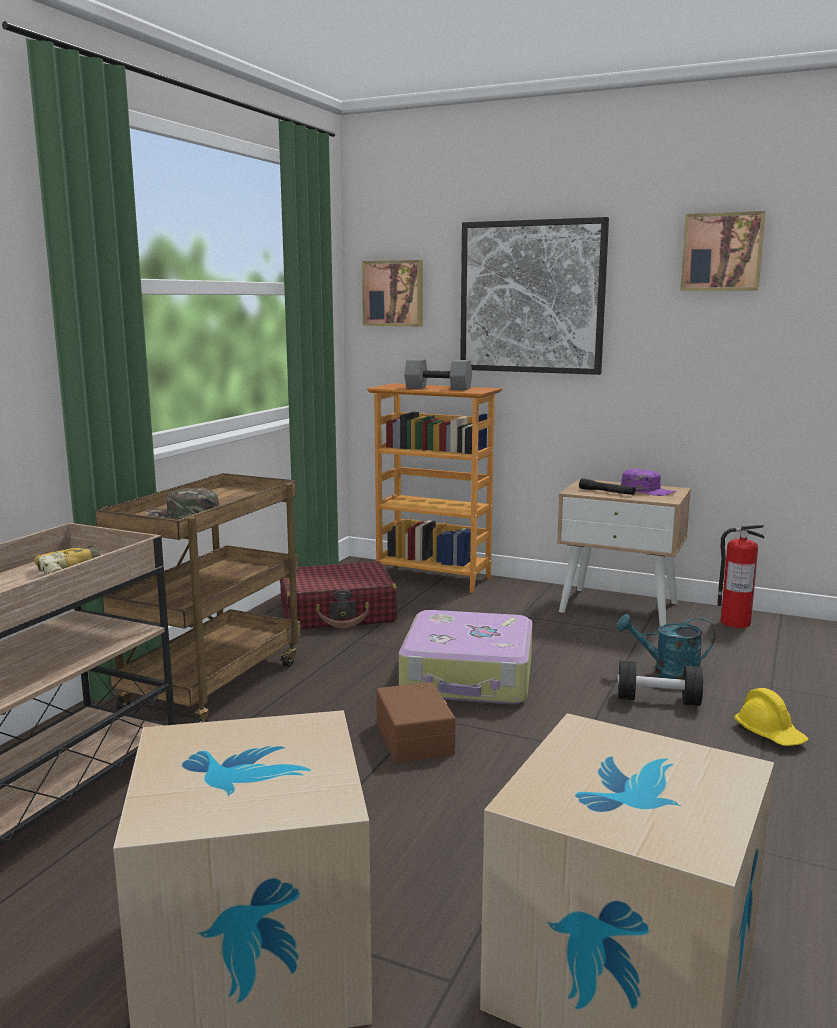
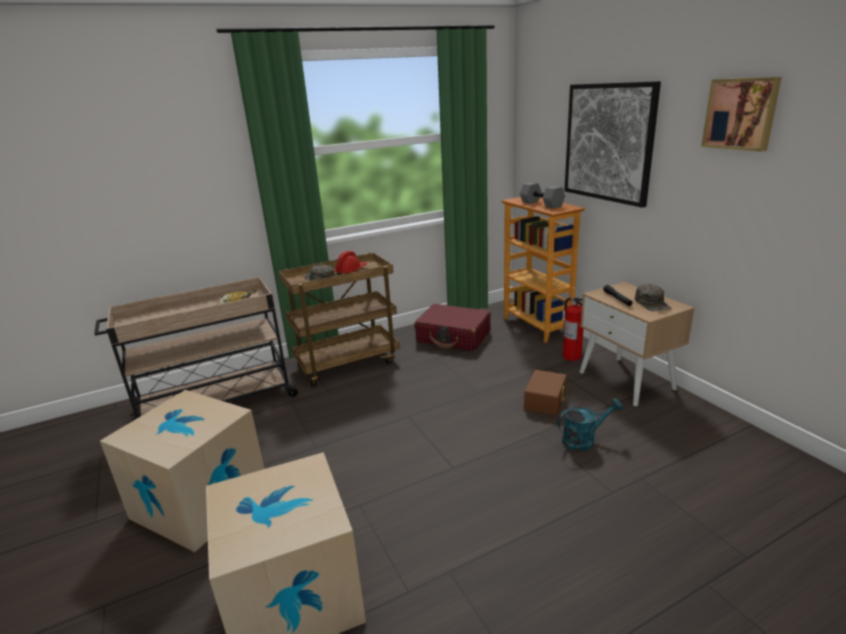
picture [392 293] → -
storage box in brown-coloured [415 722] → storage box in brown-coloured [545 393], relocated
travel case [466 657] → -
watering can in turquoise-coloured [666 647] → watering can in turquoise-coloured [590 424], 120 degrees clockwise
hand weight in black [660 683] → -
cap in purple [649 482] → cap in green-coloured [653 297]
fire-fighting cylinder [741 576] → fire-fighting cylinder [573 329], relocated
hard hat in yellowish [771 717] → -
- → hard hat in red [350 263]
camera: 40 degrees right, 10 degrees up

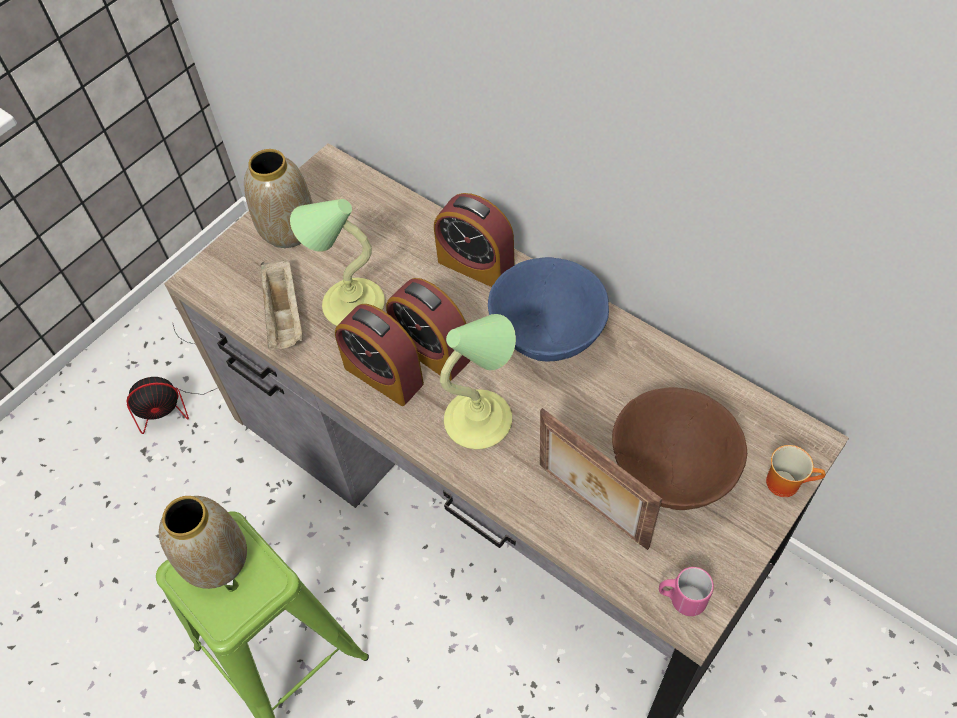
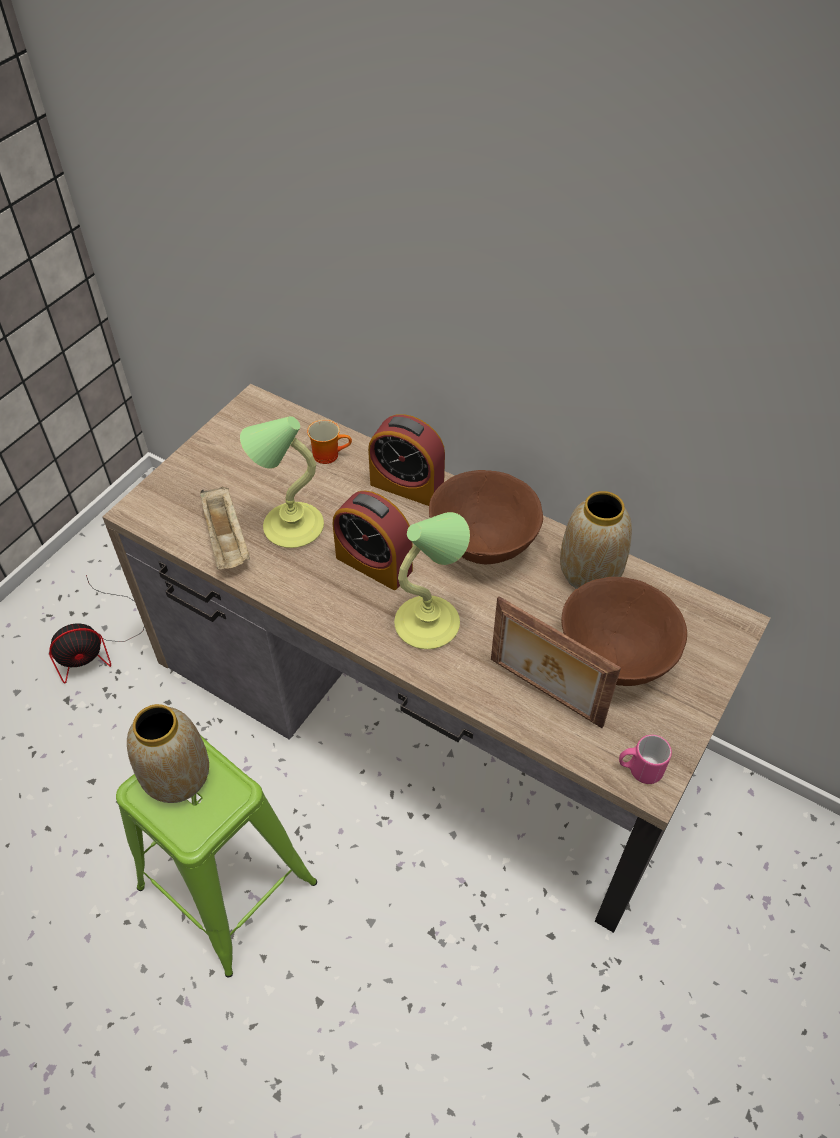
vase [278 198] → vase [596 540], relocated
bedside clock [379 355] → -
serving bowl in blue-coloured [548 309] → serving bowl in brown-coloured [486 517]
coffee mug [796 471] → coffee mug [329 442], relocated
camera: 10 degrees left, 5 degrees down

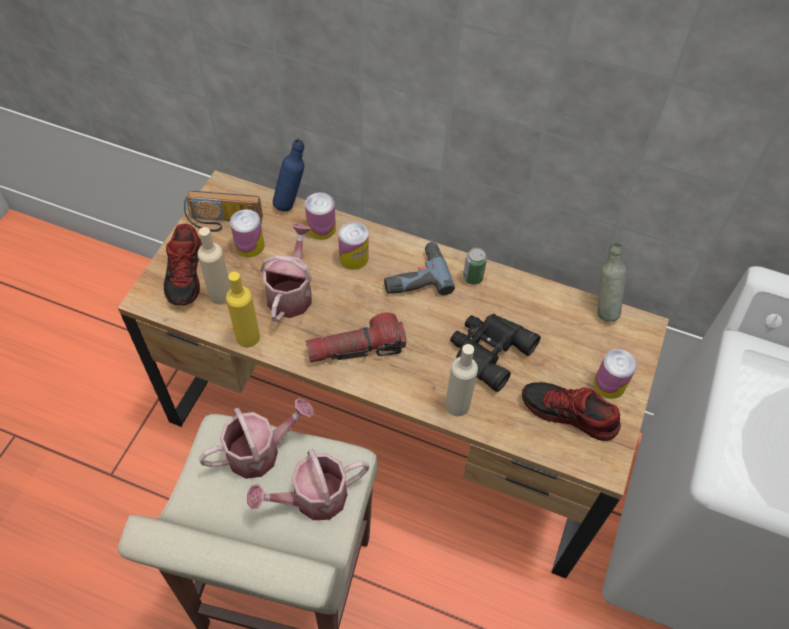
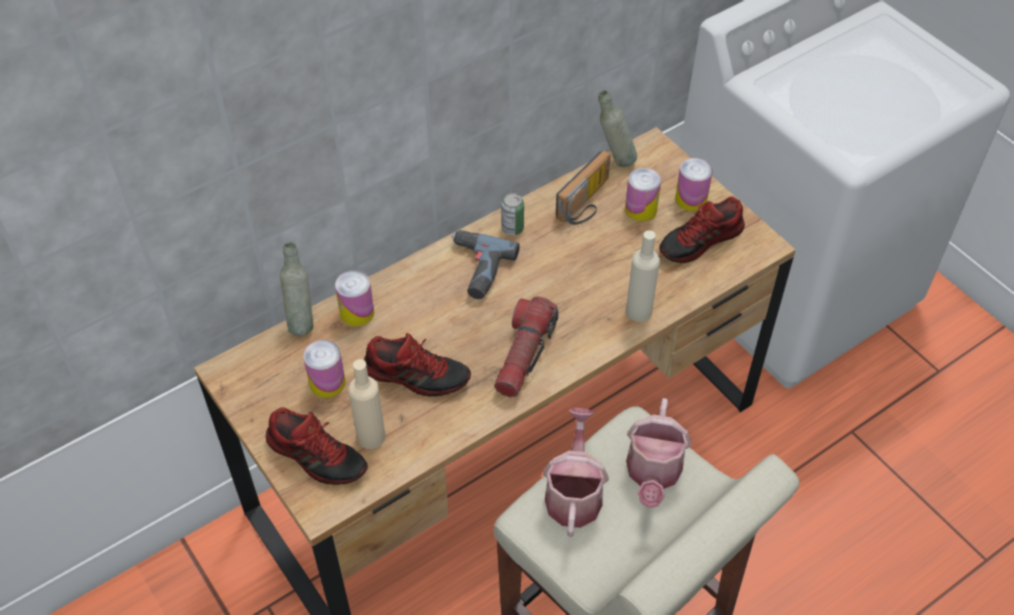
radio [223 211] → radio [583 187], relocated
beverage bottle in yellowish [243 310] → -
watering can [286 273] → low shoe [417 365]
beverage bottle in blue-coloured [288 175] → beverage bottle in gray [296 288]
sealed can [353 246] → sealed can [643 194], relocated
pair of binoculars in black [495 353] → -
camera: 55 degrees left, 5 degrees down

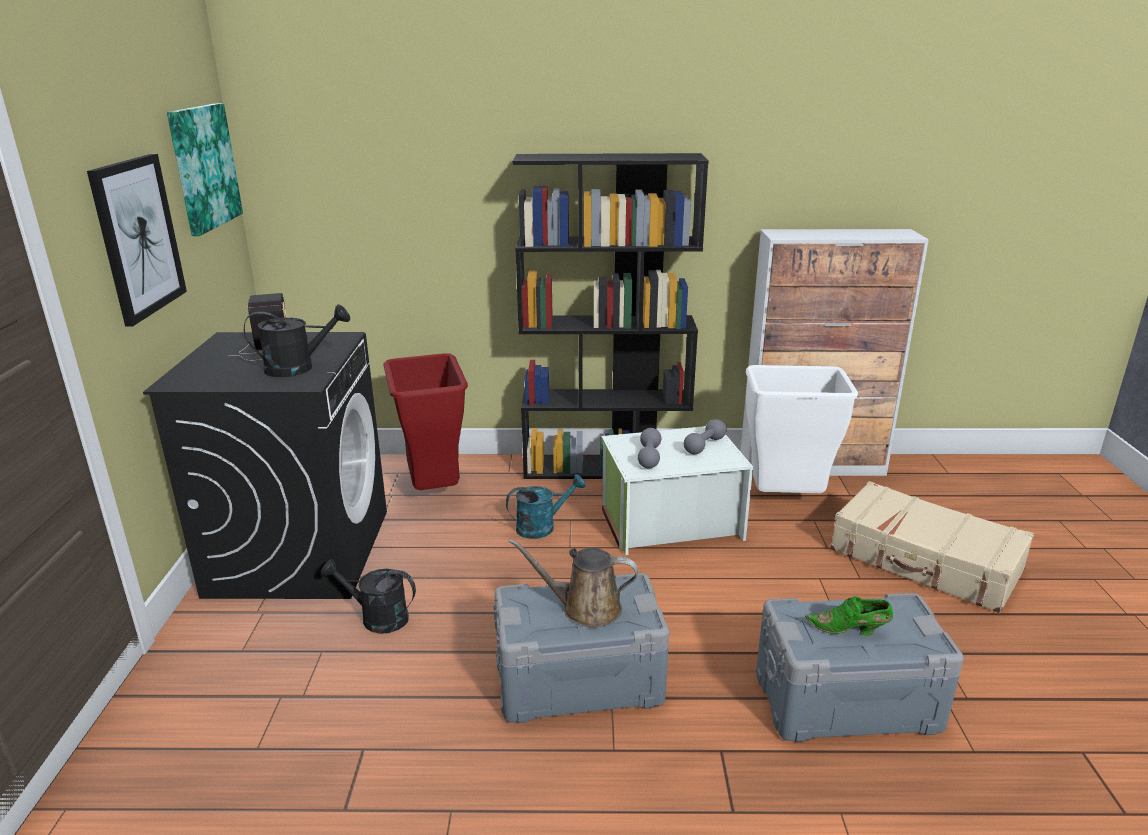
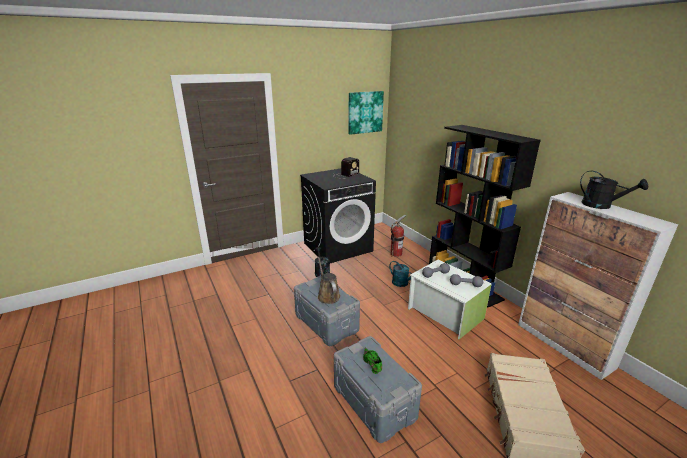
picture [137 240] → -
watering can in black [297 340] → watering can in black [614 190], relocated
trash can in red [425 421] → fire-fighting cylinder [398 236]
trash can in white [802 429] → -
camera: 60 degrees right, 0 degrees up

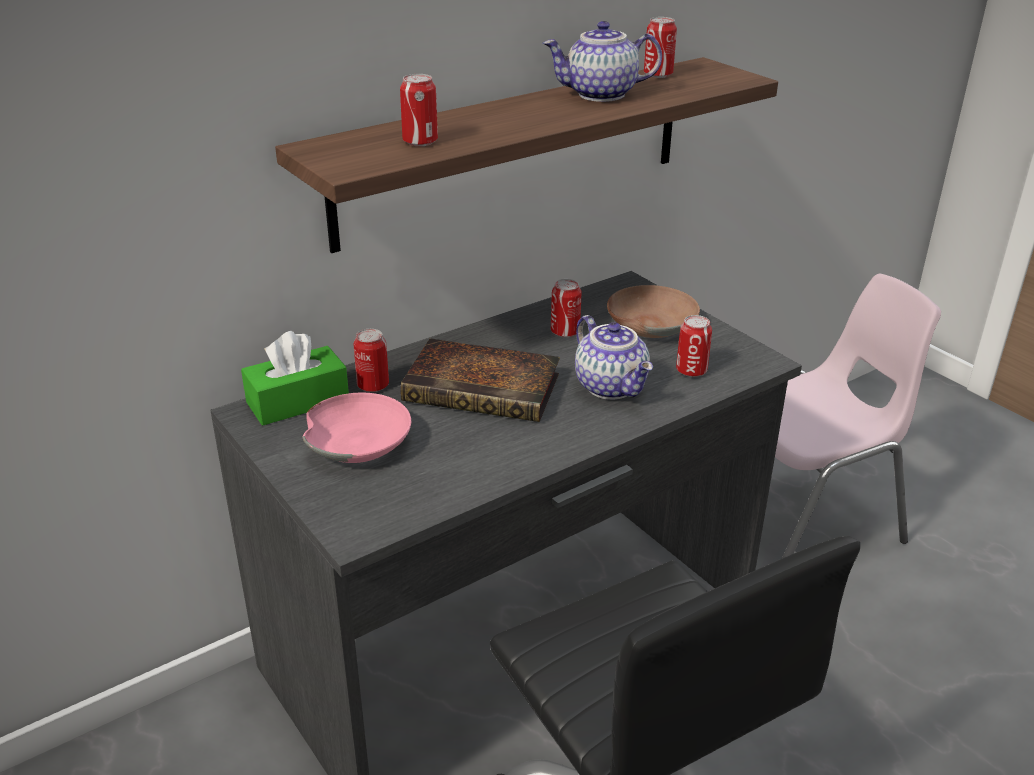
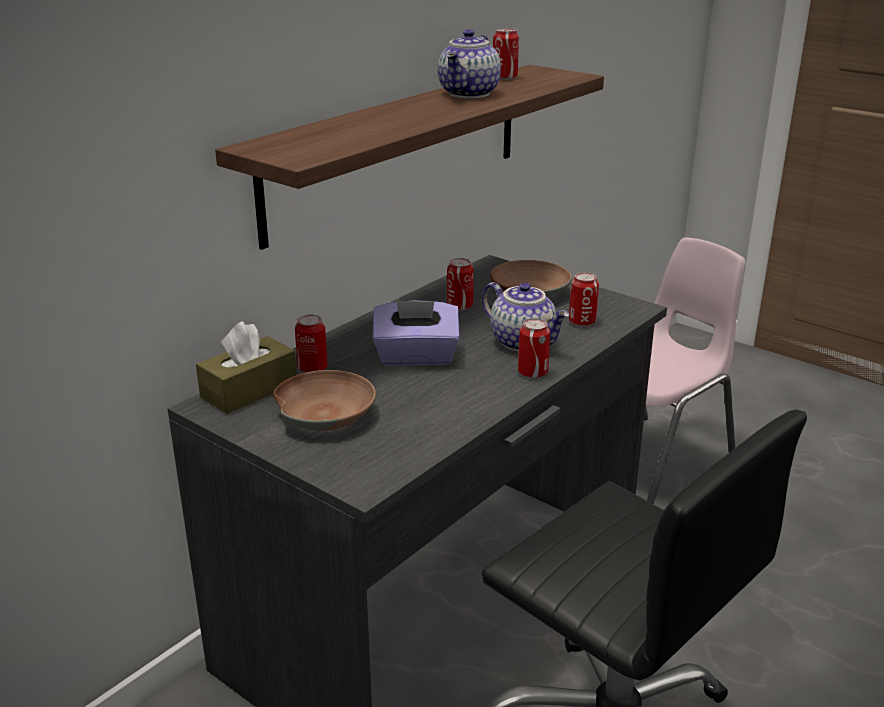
tissue holder in green-coloured [295 378] → tissue holder in brown-coloured [246 367]
serving bowl in pink-coloured [356 428] → serving bowl in brown-coloured [324 400]
sealed can [419 110] → sealed can [534 348], relocated
book [480 380] → tissue holder in purple [416 333]
pot for tea [602 61] → pot for tea [469 64], 45 degrees counterclockwise
camera: 15 degrees left, 5 degrees down

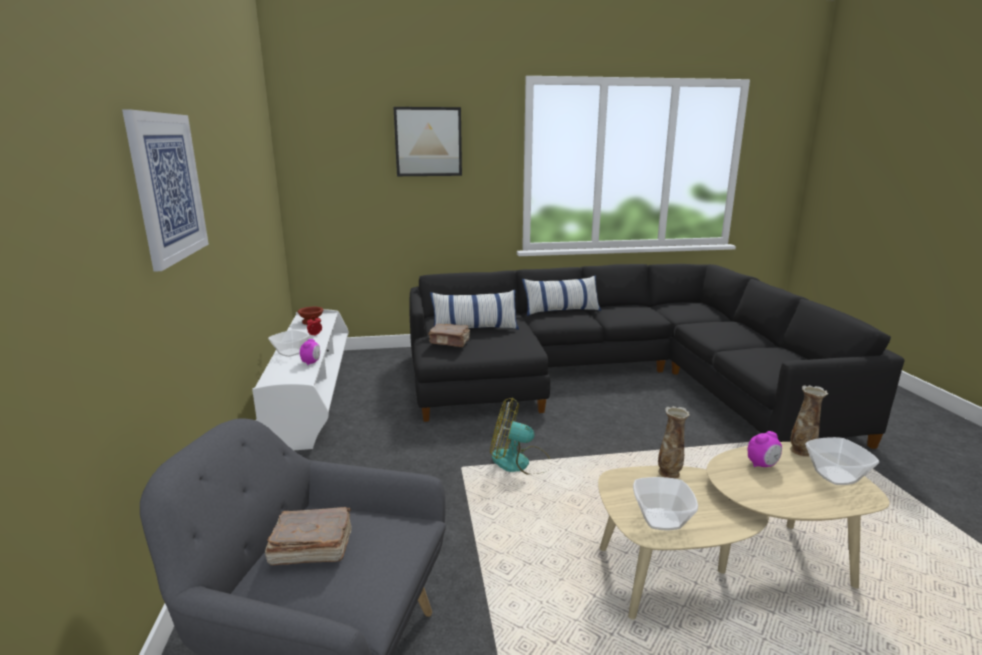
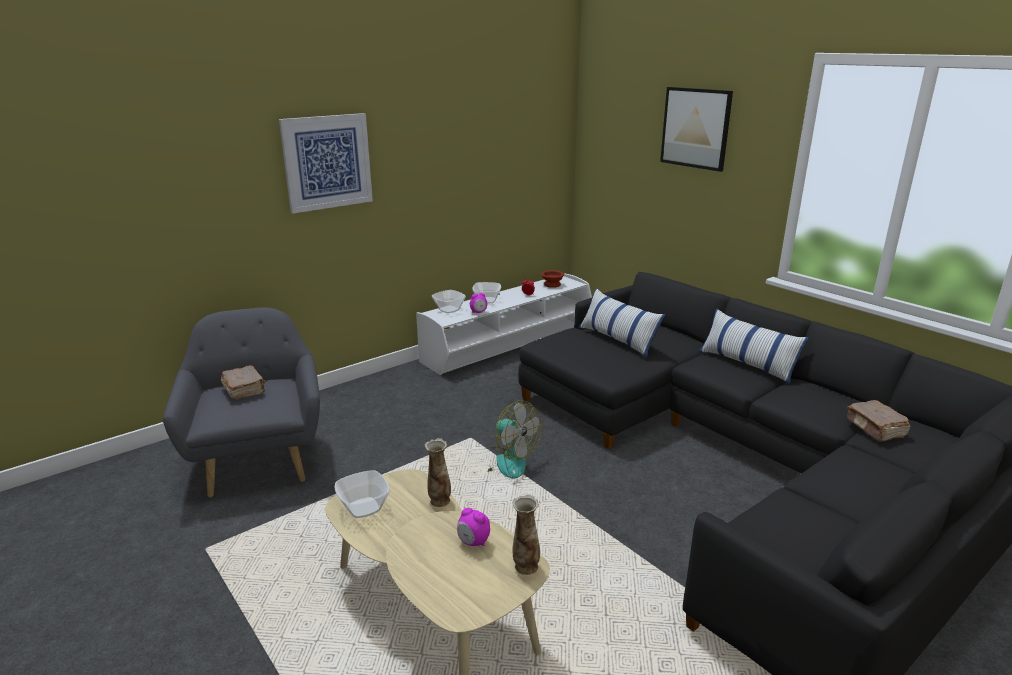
book in brown-coloured [449 335] → book in brown-coloured [878 421], relocated
electric fan [520 436] → electric fan [514 439], 150 degrees clockwise
serving bowl [842 461] → serving bowl [449 301], relocated
camera: 60 degrees right, 5 degrees up

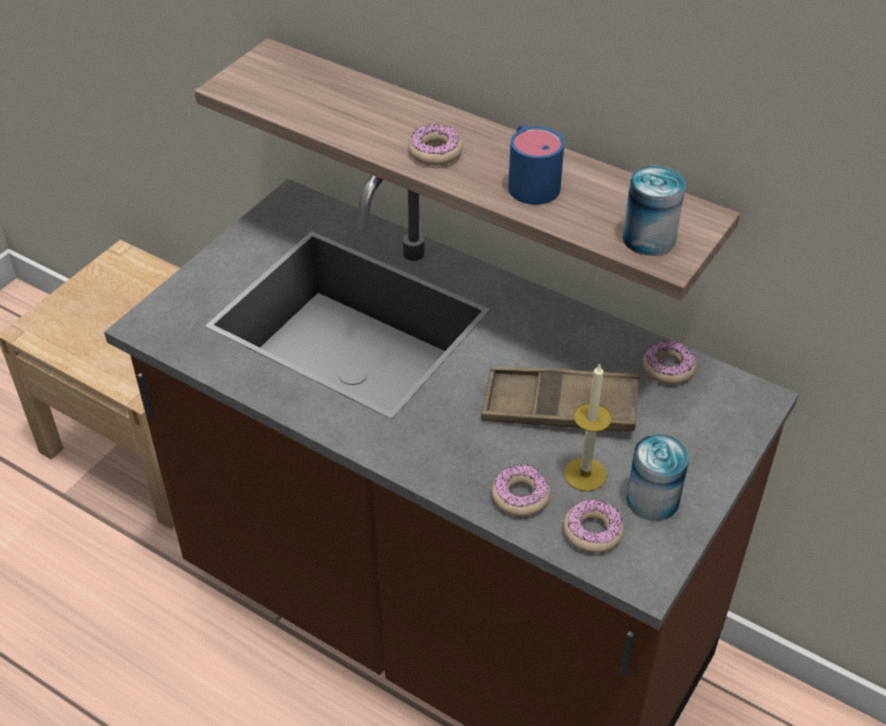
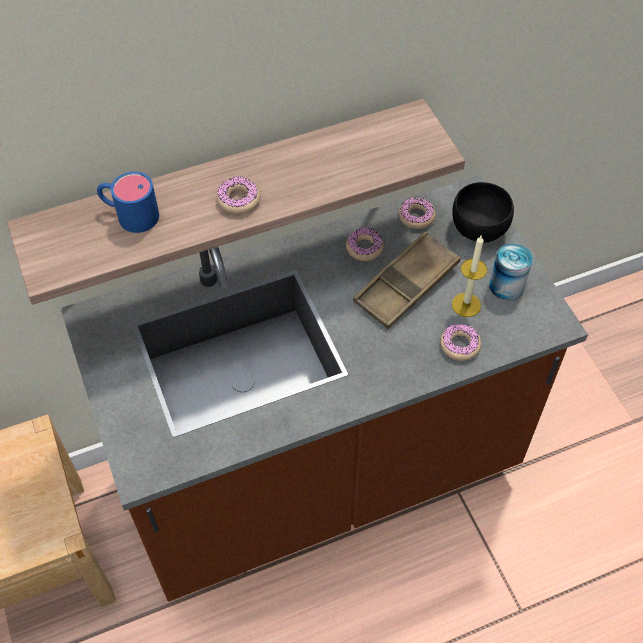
coffee mug in blue-coloured [536 165] → coffee mug in blue-coloured [128 202], relocated
doughnut [593 526] → doughnut [365 244], relocated
sealed can [654 210] → -
- → serving bowl in black [483 212]
camera: 55 degrees left, 10 degrees up

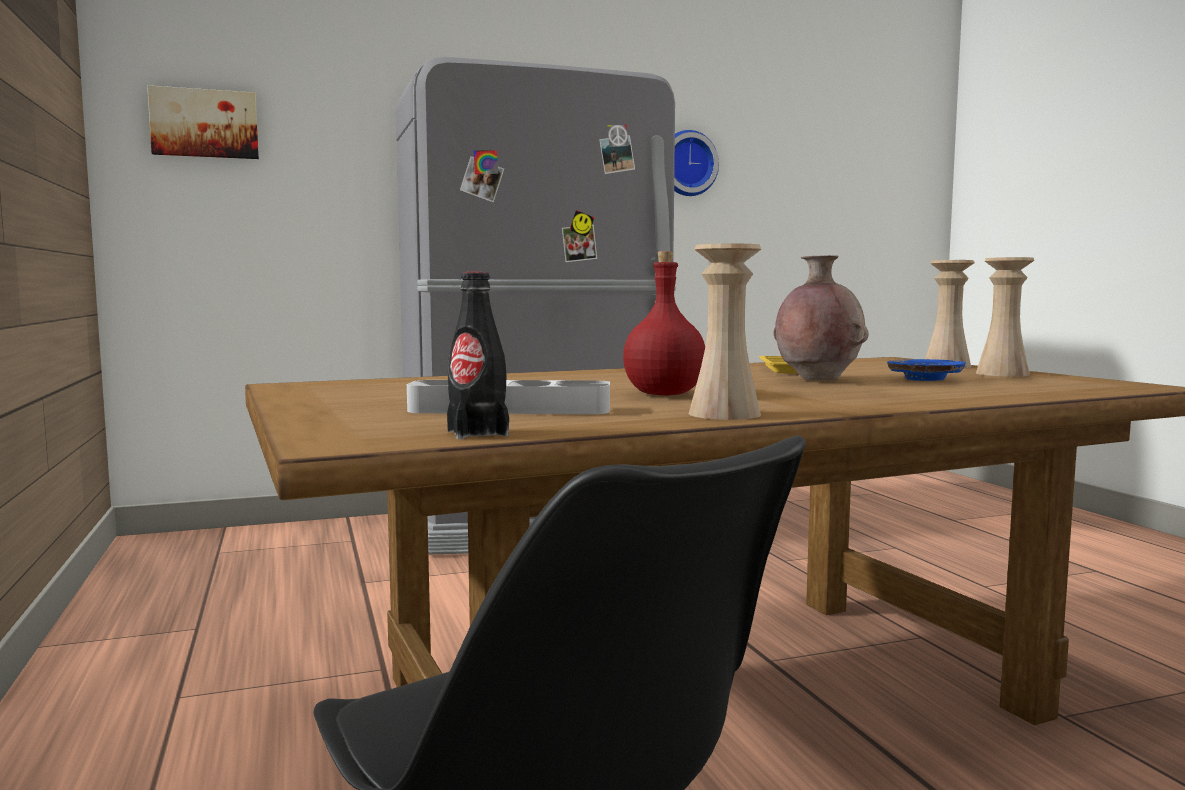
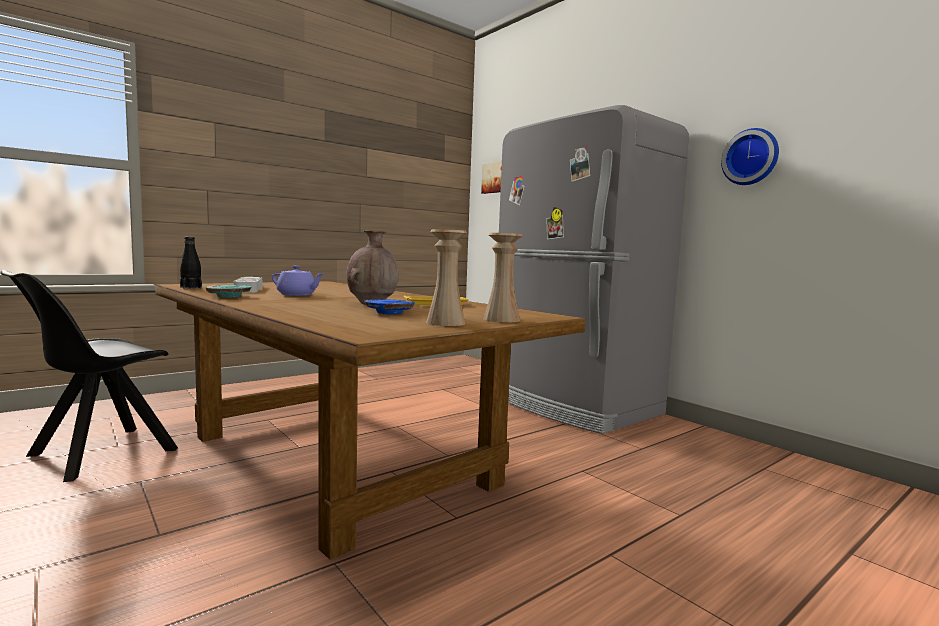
beverage bottle in red [664 323] → pot for tea in purple [298 280]
vase in sand-coloured [725 332] → flat dish in turquoise-coloured [228 291]
camera: 70 degrees right, 0 degrees up

